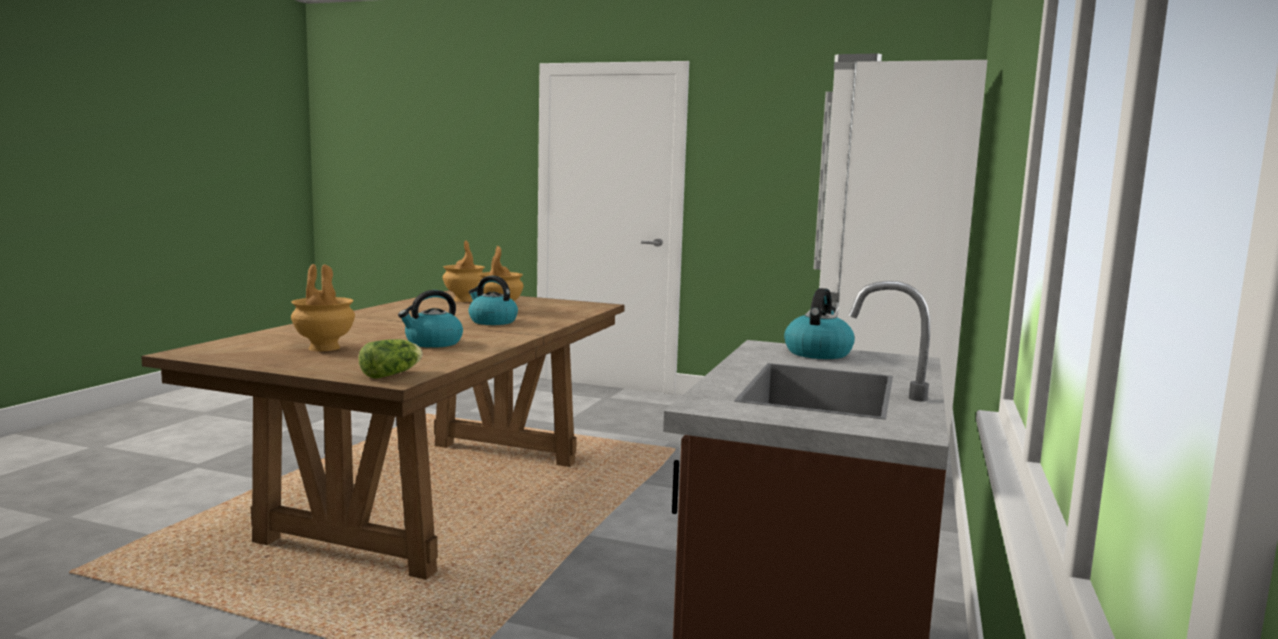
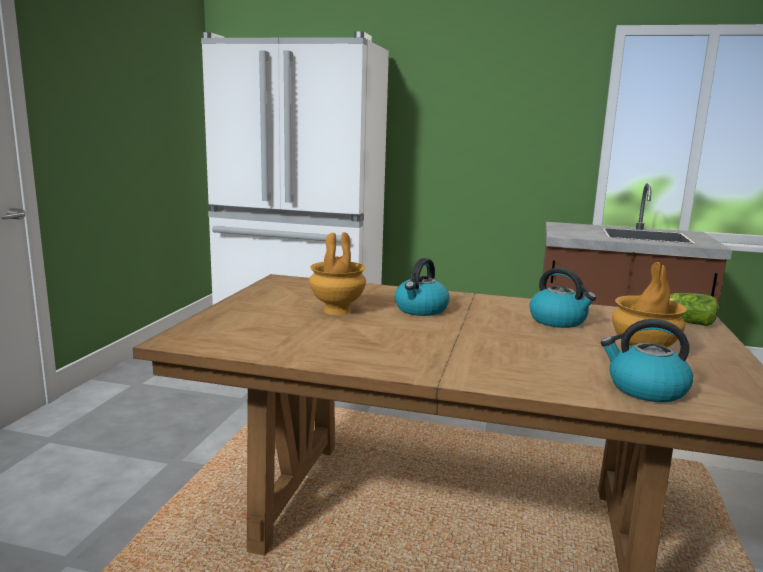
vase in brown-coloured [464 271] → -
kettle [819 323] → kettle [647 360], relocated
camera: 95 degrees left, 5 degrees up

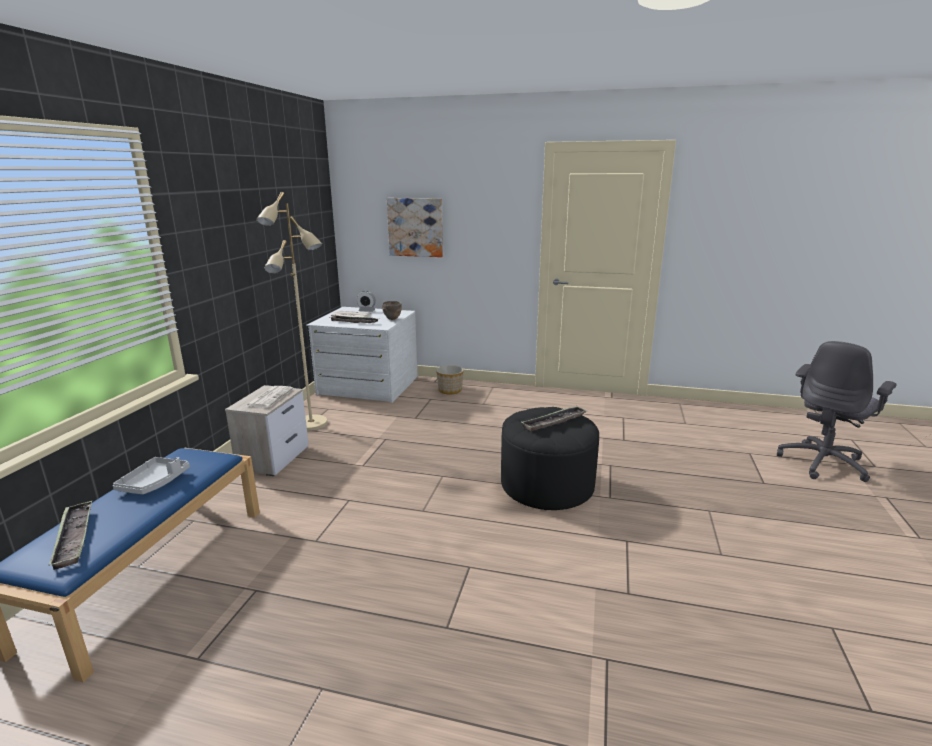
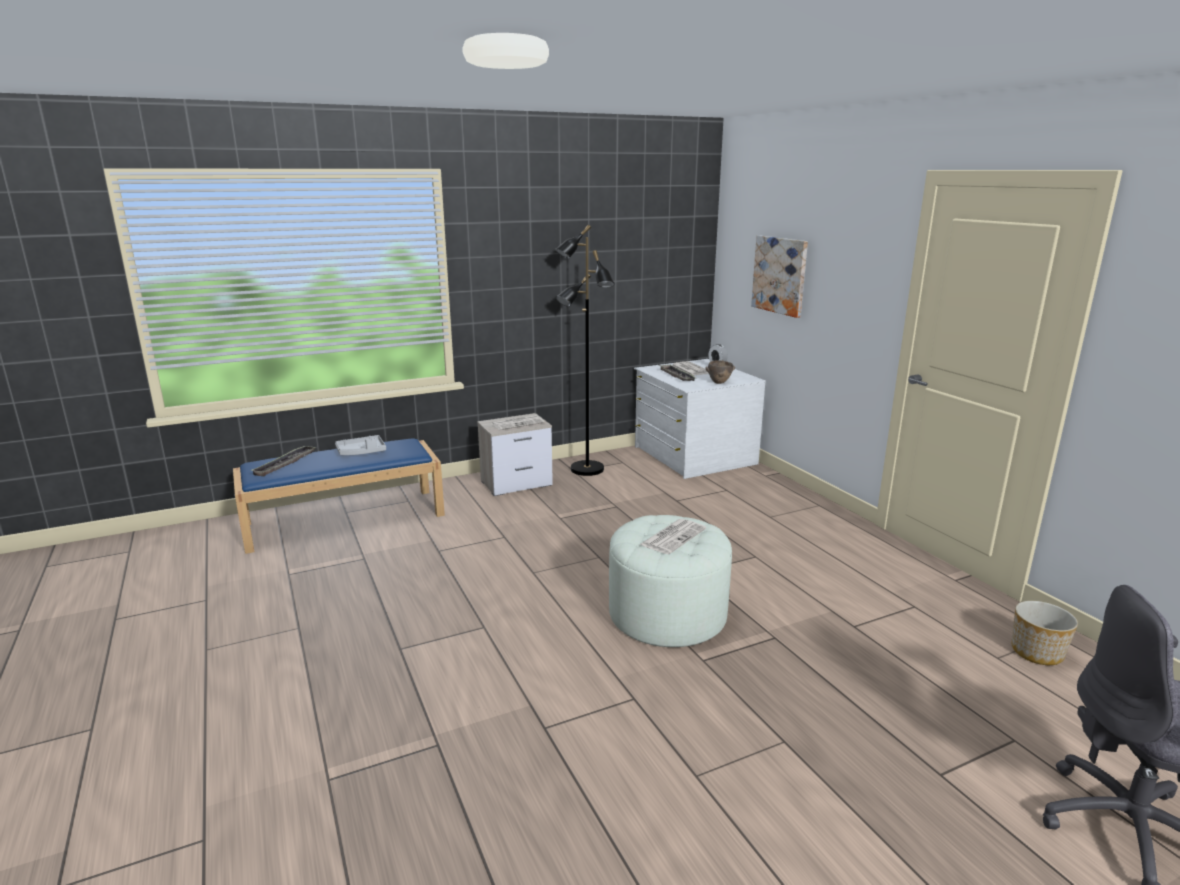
standing lamp in sand-coloured [292 311] → standing lamp in black [584 350]
flower pot [450 379] → flower pot [1045 633], relocated
pouffe in black [550 458] → pouffe in white [670 581]
serving tray [554 418] → printed paper [672 536]
camera: 50 degrees right, 0 degrees up

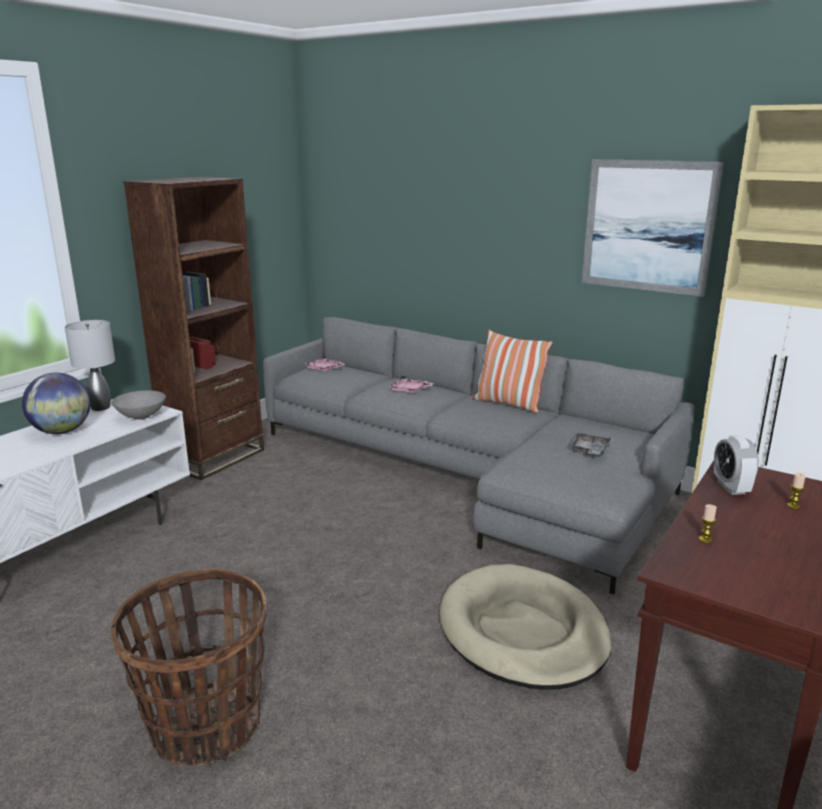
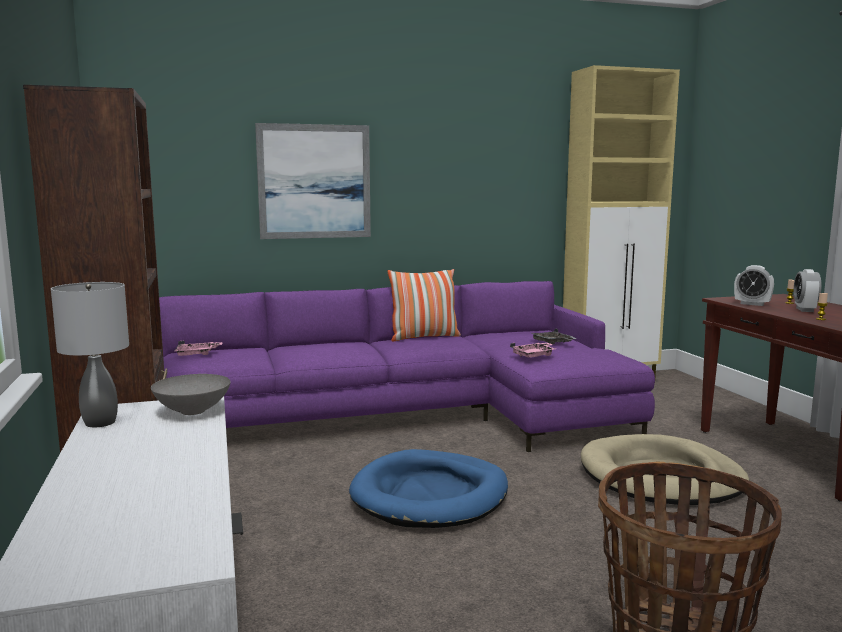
desk globe [56 403] → -
couch in gray [478 456] → couch in purple [407 366]
serving tray in pink-coloured [411 384] → serving tray in pink-coloured [532 350], relocated
picture [653 228] → picture [313 181], relocated
- → pet bed in blue-coloured [428 488]
- → bedside clock [807 290]
camera: 50 degrees left, 10 degrees down

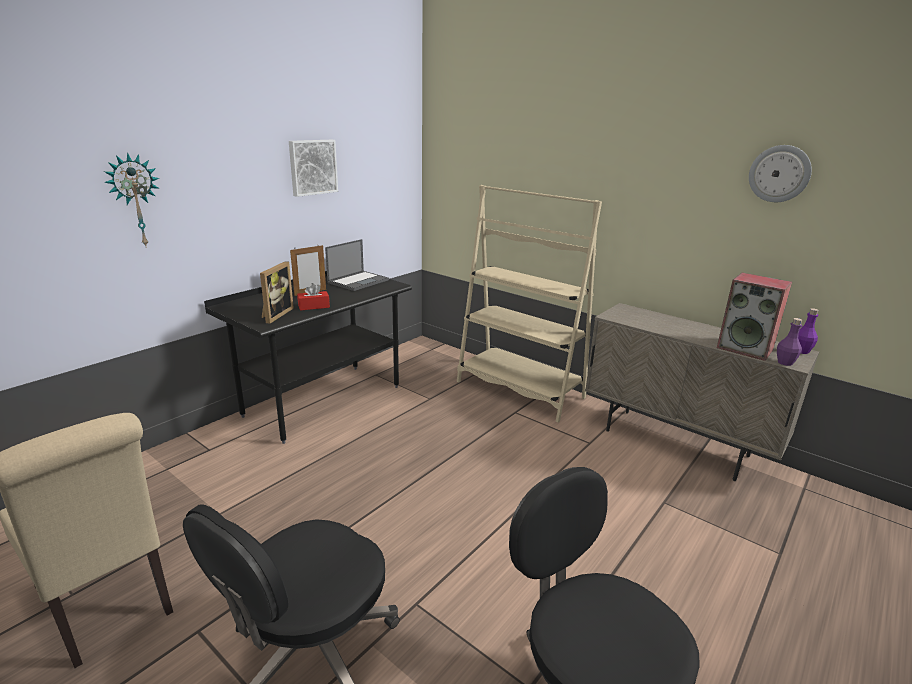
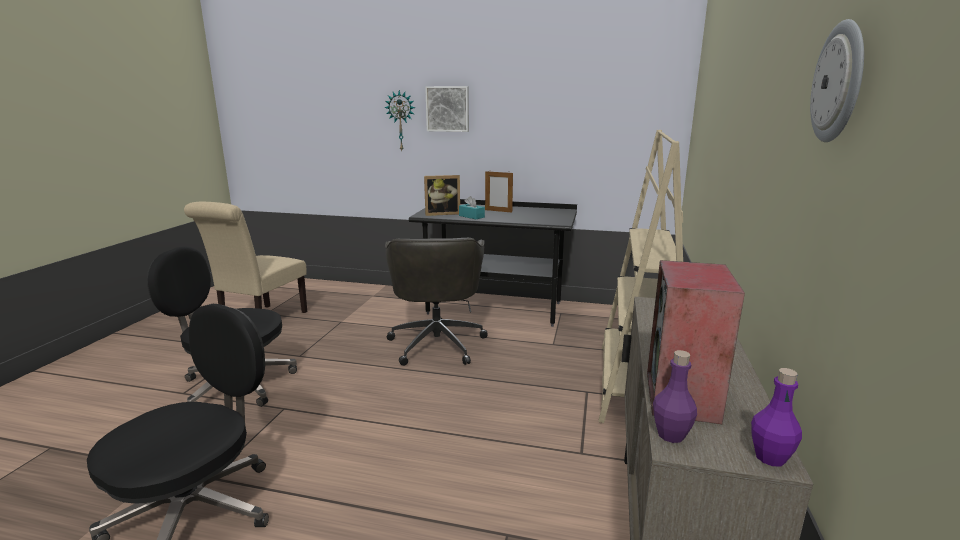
picture [313 168] → picture [447 109], relocated
tissue holder in red [313 297] → tissue holder in turquoise-coloured [472 207]
notebook computer [357 265] → -
- → desk chair in gray [436 302]
camera: 65 degrees right, 5 degrees down

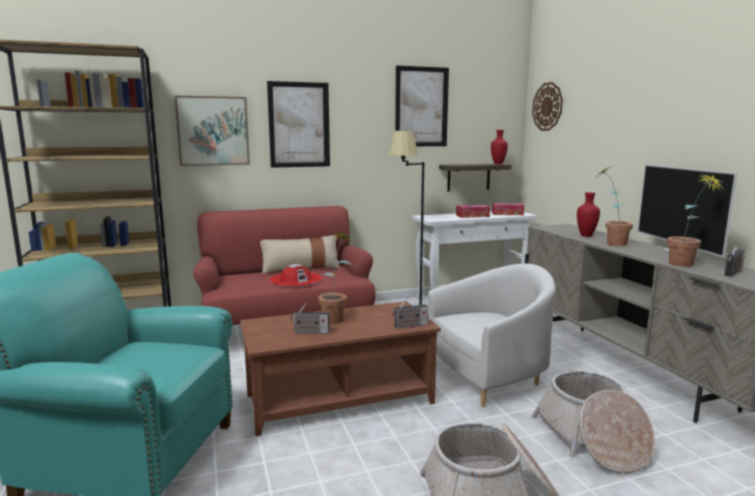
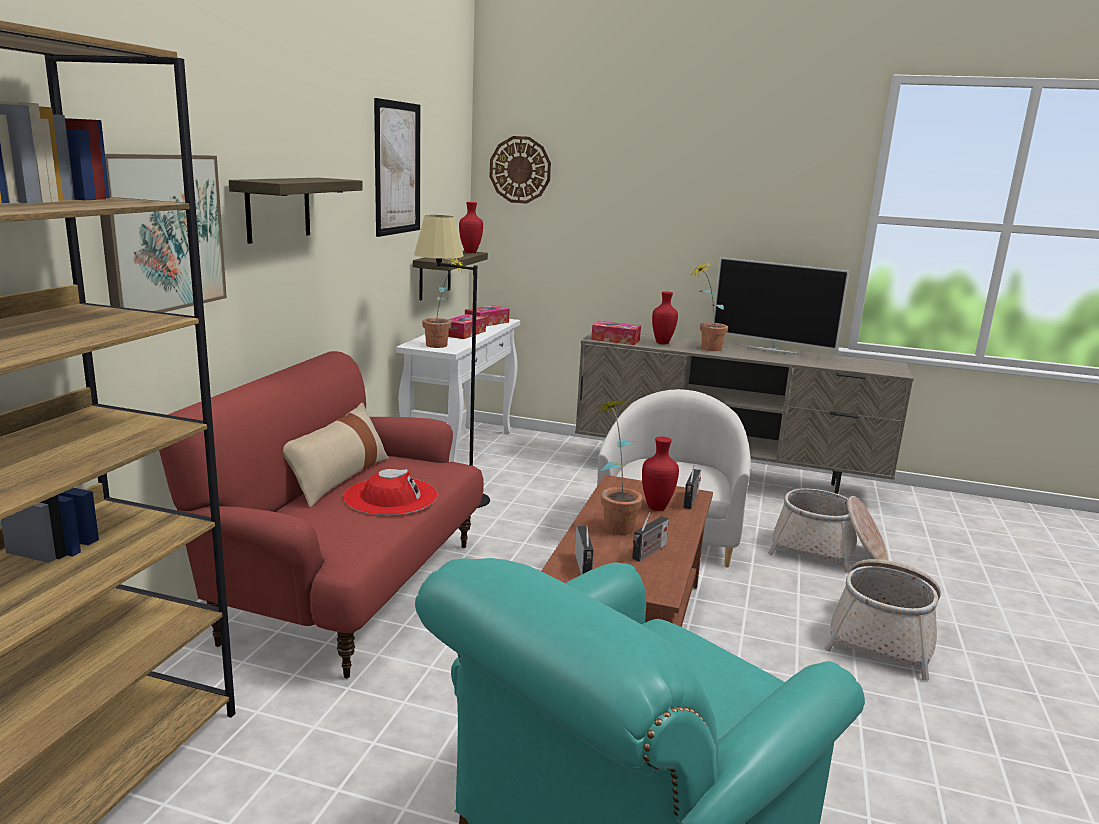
picture [298 124] → wall shelf [296 211]
potted plant [696 219] → potted plant [444 303], relocated
radio [734 259] → radio [584 550], relocated
- → tissue holder [616 333]
- → vase in red [660 473]
camera: 55 degrees left, 5 degrees up

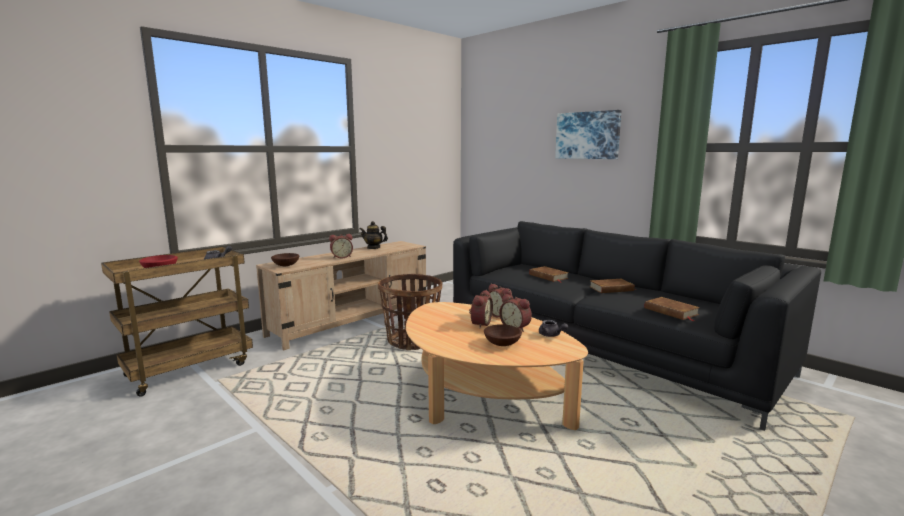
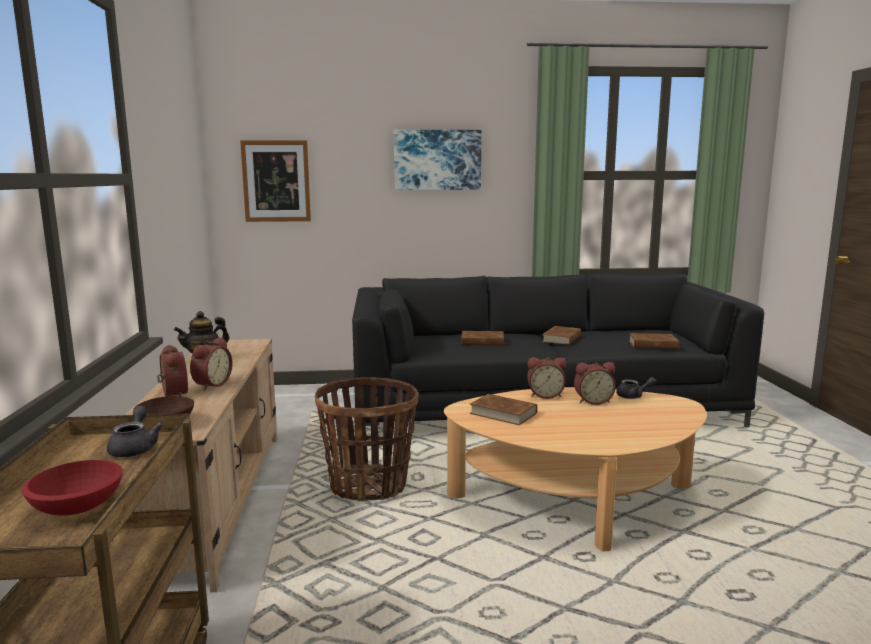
bedside clock [481 309] → bedside clock [172 371], relocated
serving bowl in brown-coloured [503 335] → -
- → picture [275 181]
- → book in brown-coloured [503 409]
camera: 50 degrees left, 0 degrees up

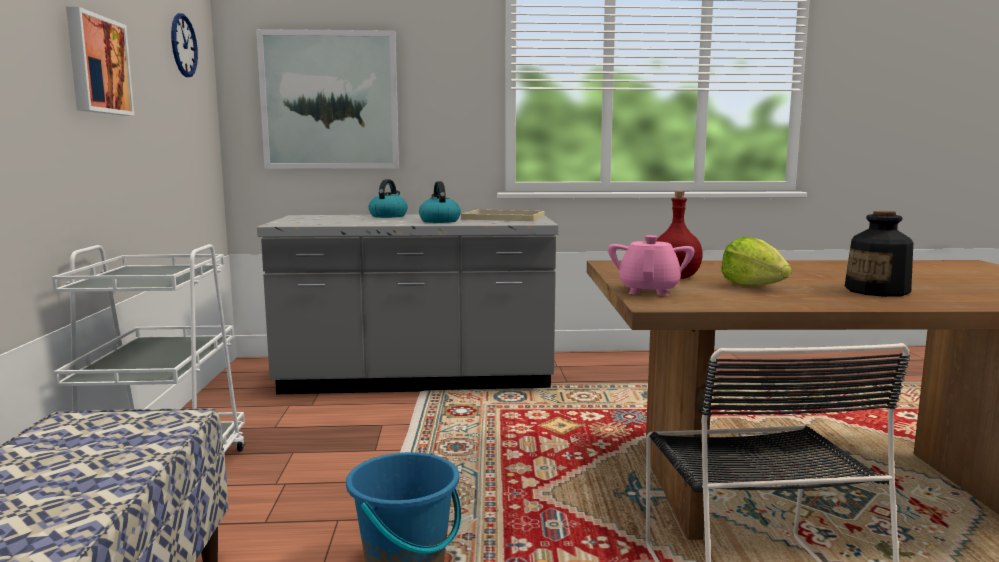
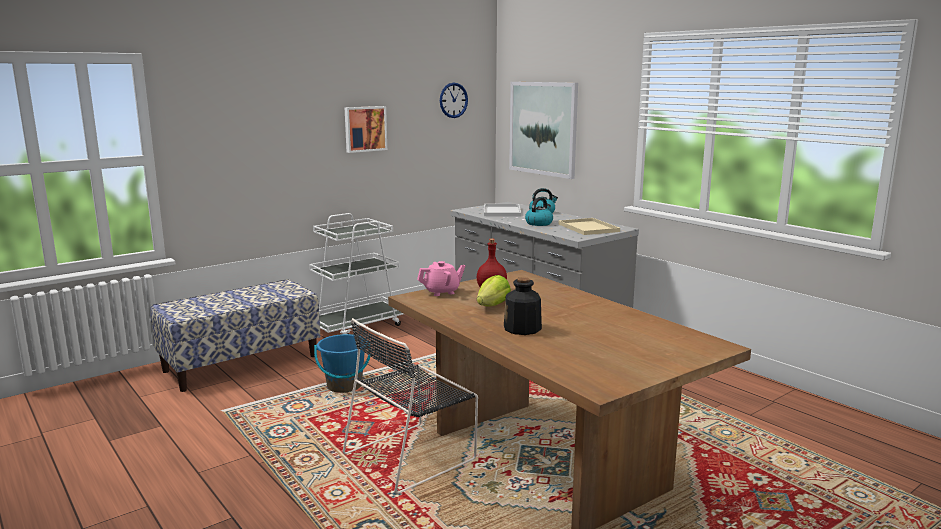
- → serving tray in white [502 210]
camera: 55 degrees right, 5 degrees up

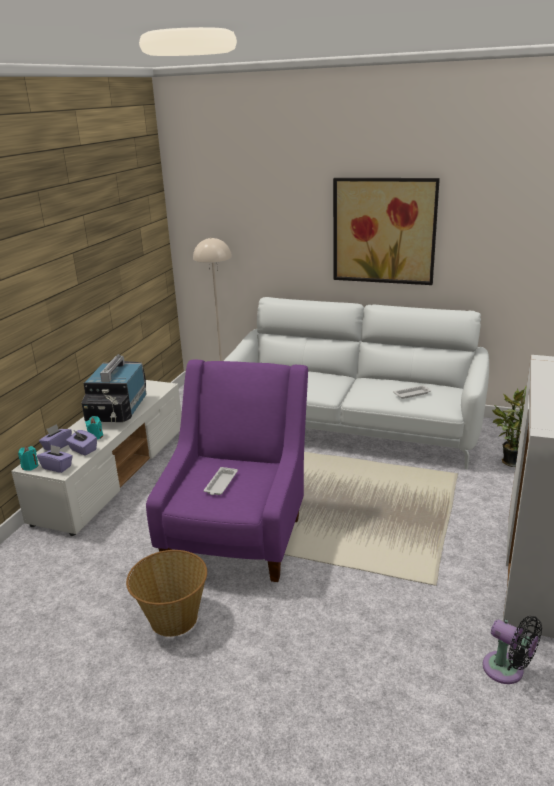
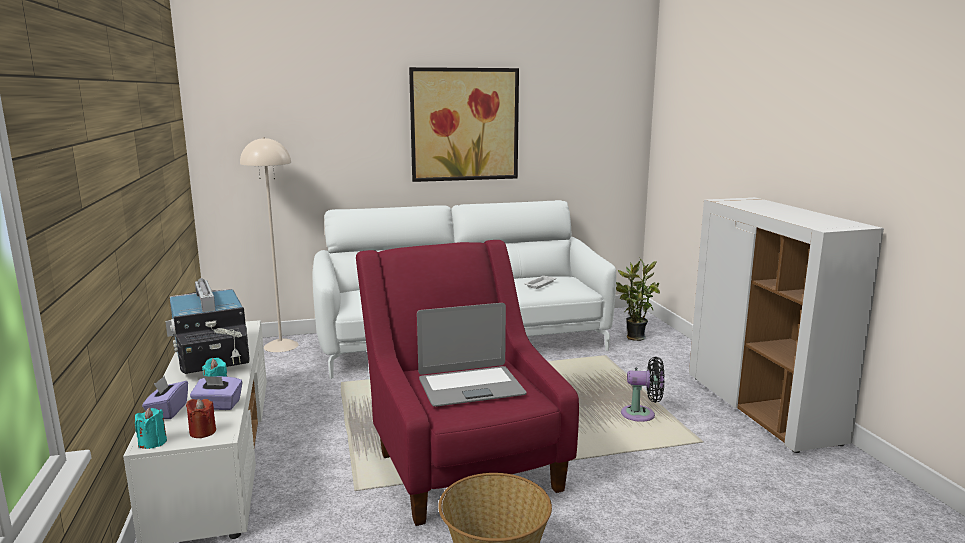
tissue holder in purple [55 459] → wax light in red [201 418]
armchair in purple [227 471] → armchair in red [467 383]
serving tray in white [221 481] → notebook computer [472 355]
electric fan in black [512 650] → electric fan in black [643 389], relocated
camera: 35 degrees left, 10 degrees down

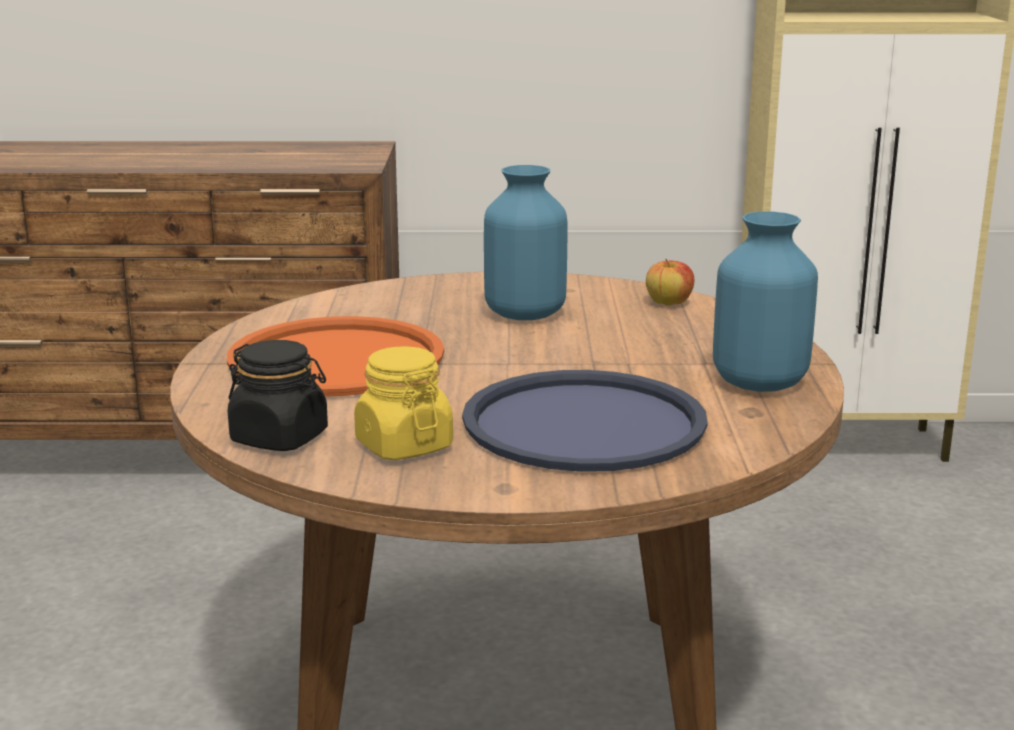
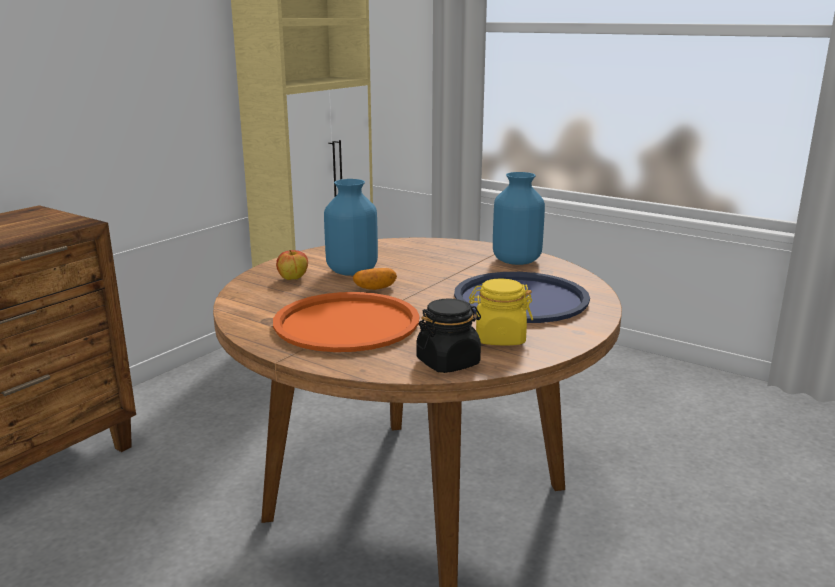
apple [670 282] → apple [292 265], relocated
- → whole potato [375 279]
camera: 55 degrees left, 0 degrees up

